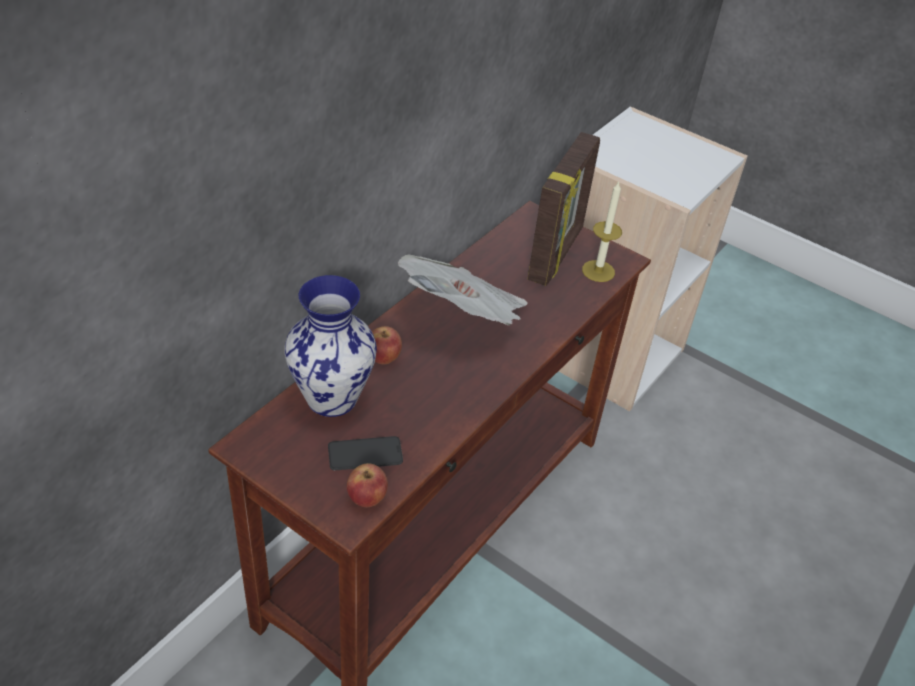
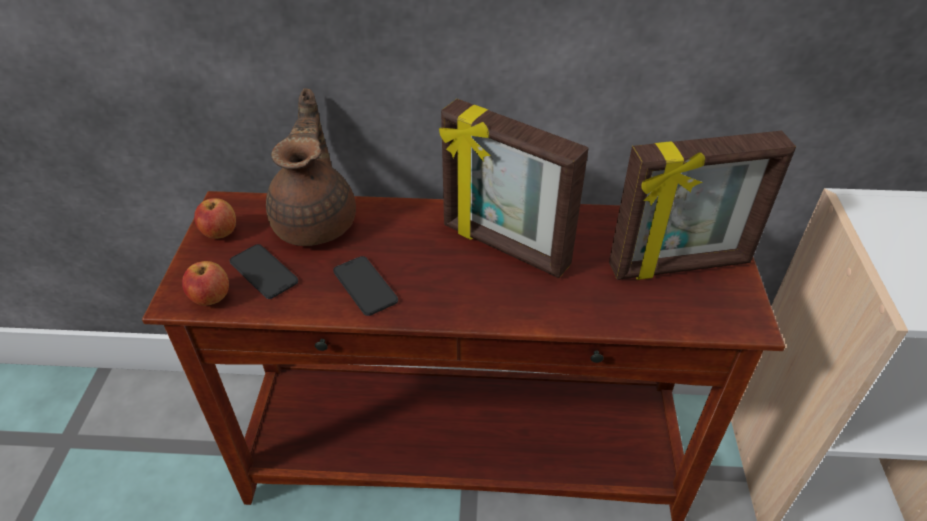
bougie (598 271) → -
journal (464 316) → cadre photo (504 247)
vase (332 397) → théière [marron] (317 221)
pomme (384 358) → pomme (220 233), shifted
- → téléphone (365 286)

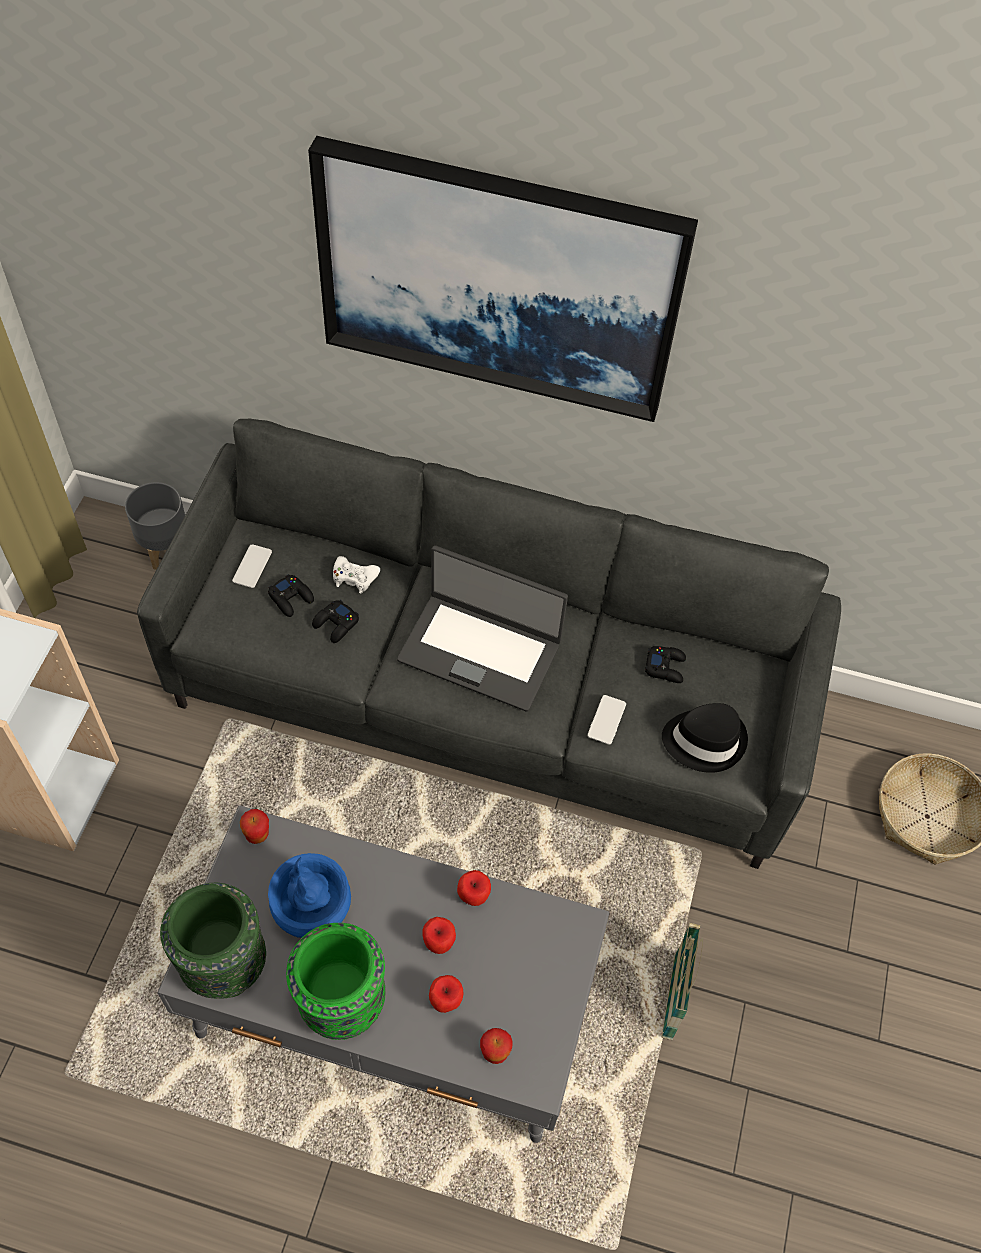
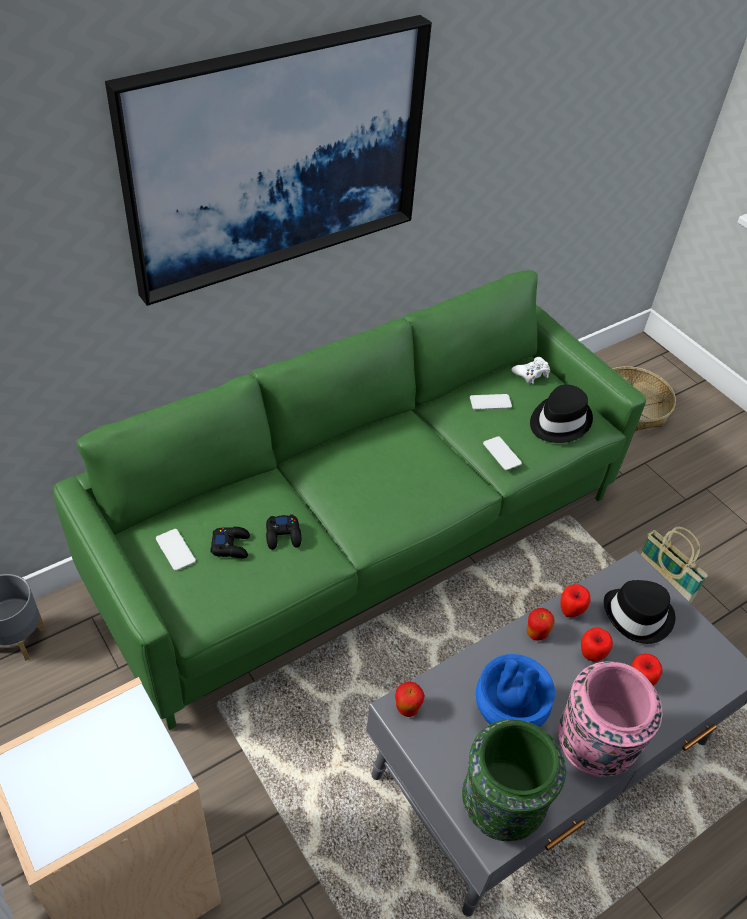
canapé [gris] (486 705) → canapé [vert] (365 543)
ordinateur portable (480 650) → -
manette [blanc] (354 578) → manette [blanc] (531 374), shifted
manette [noir] (665 667) → téléphone (490 402)
vase [vert] (341 1002) → vase [rose] (593 747)
pomme (495 1052) → pomme (536 633), shifted
- → chapeau [noir] (638 616)

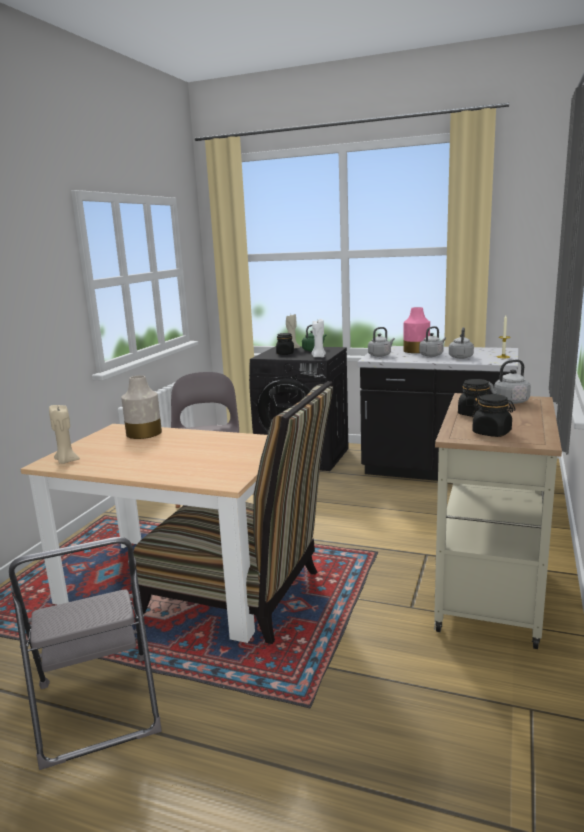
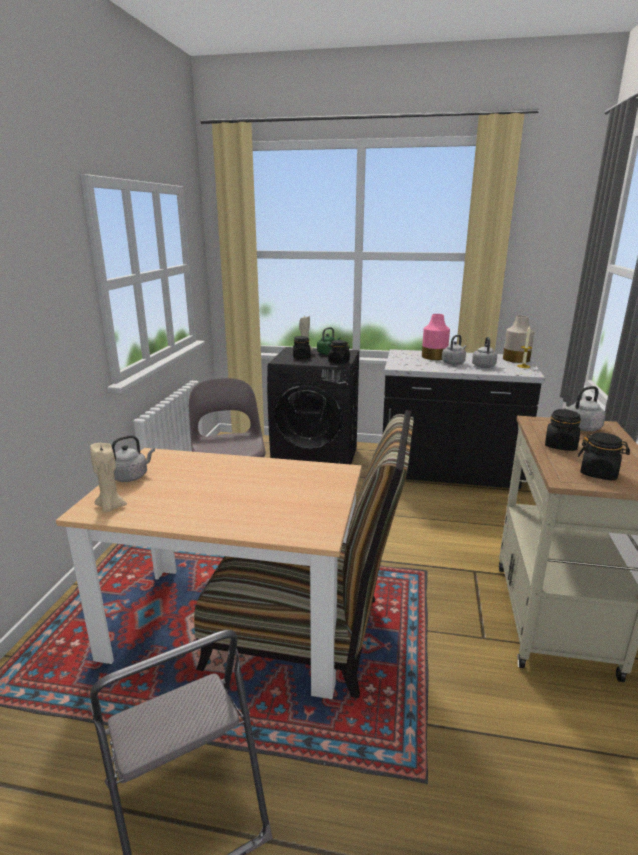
bougie [blanc] (318 356) → bocal [noir] (338 362)
bouilloire [gris] (380 355) → bouilloire [gris] (131 476), shifted
vase [beige] (144 433) → vase [beige] (516 359), shifted

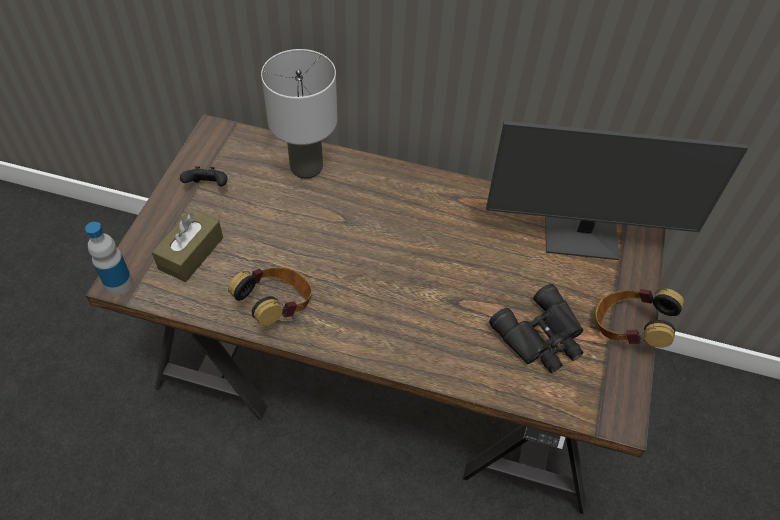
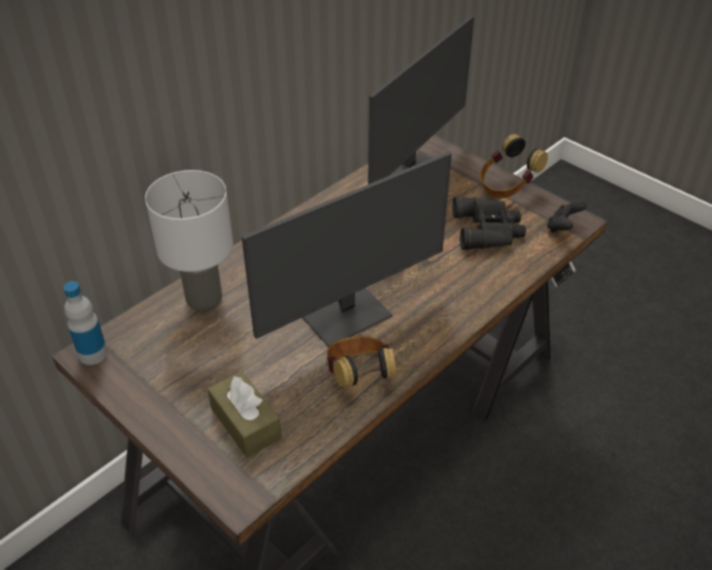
manette [noir] (208 187) → manette [noir] (562 228), shifted
bouteille (119 284) → bouteille (93 354), shifted
- → écran d'ordinateur (346 314)

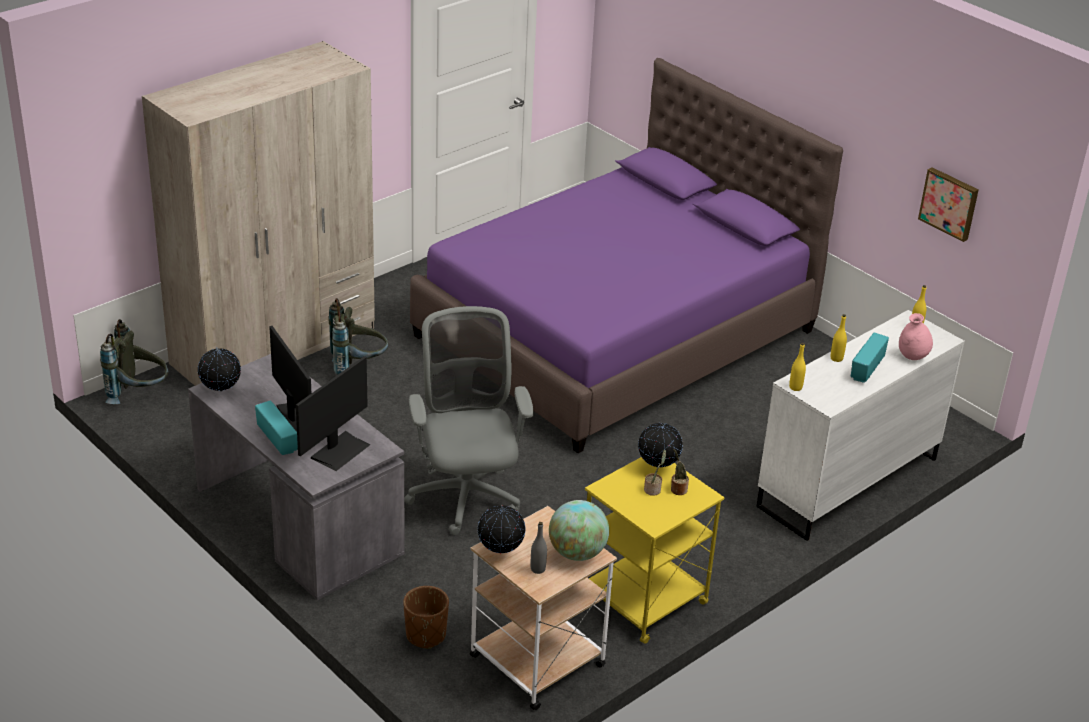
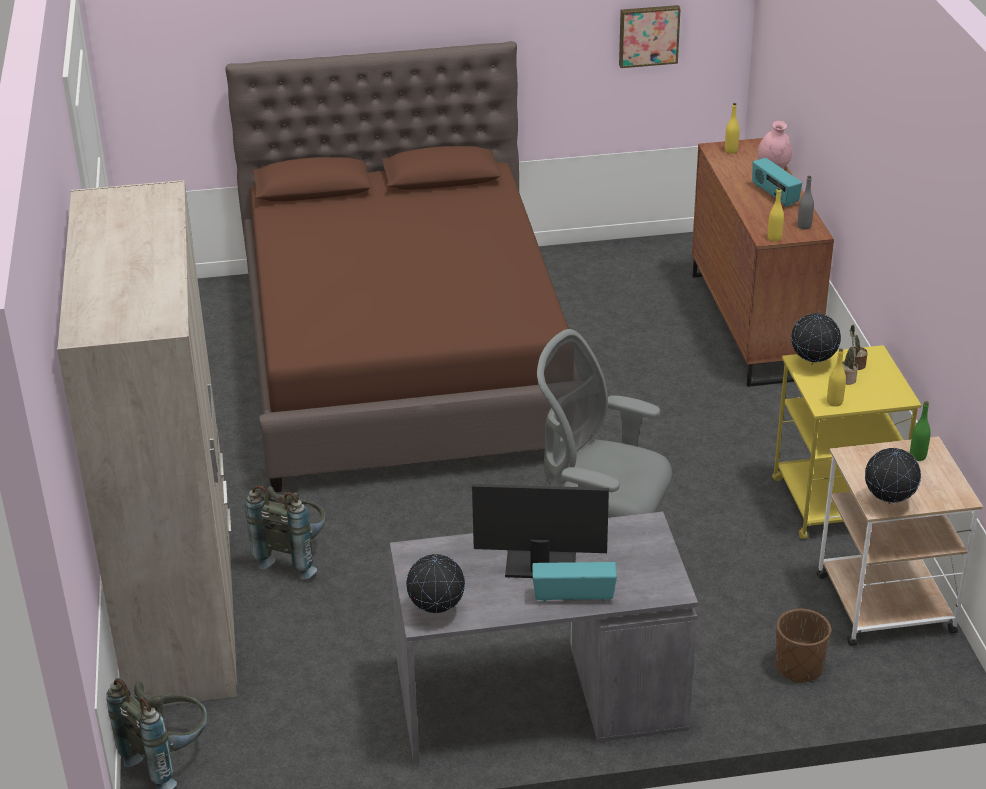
lit [violet] (615 333) → lit [marron] (405 360)
commode [blanc] (849 483) → commode [marron] (753 325)
bouteille [jaune] (836 358) → bouteille [jaune] (834 402), shifted
écran d'ordinateur (339 450) → -
globe (577 553) → bouteille [vert] (917 456)
bouteille [gris] (538 569) → bouteille [gris] (804 226), shifted

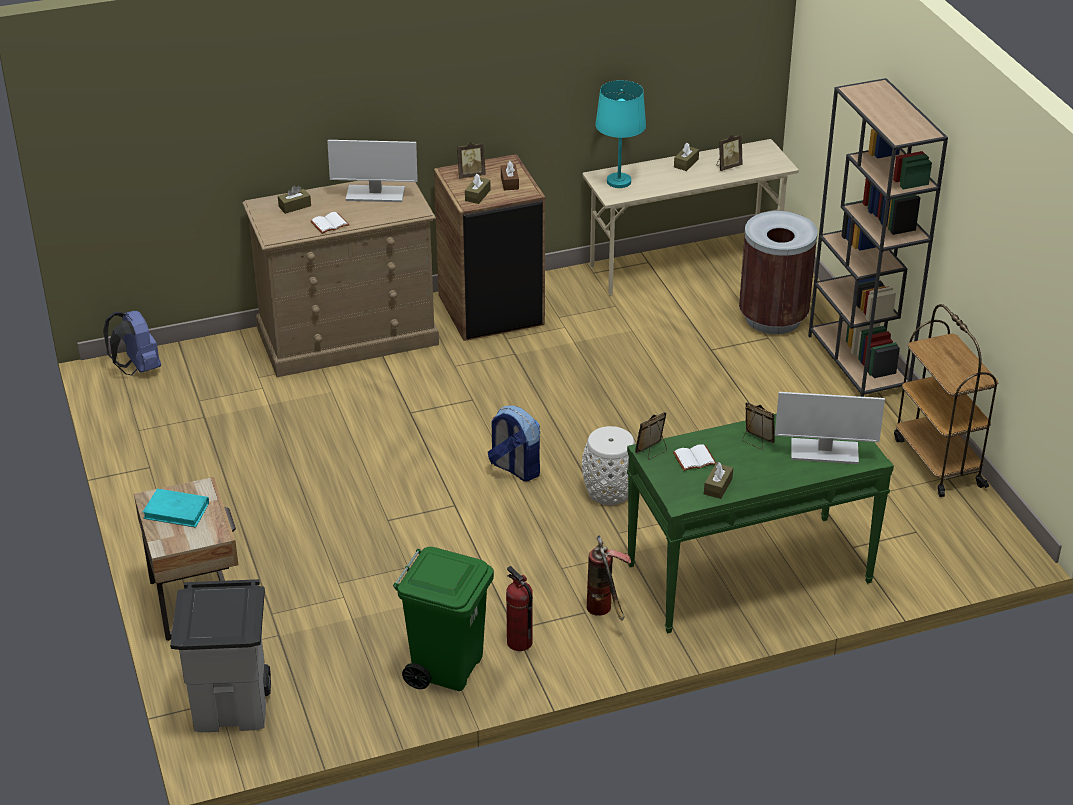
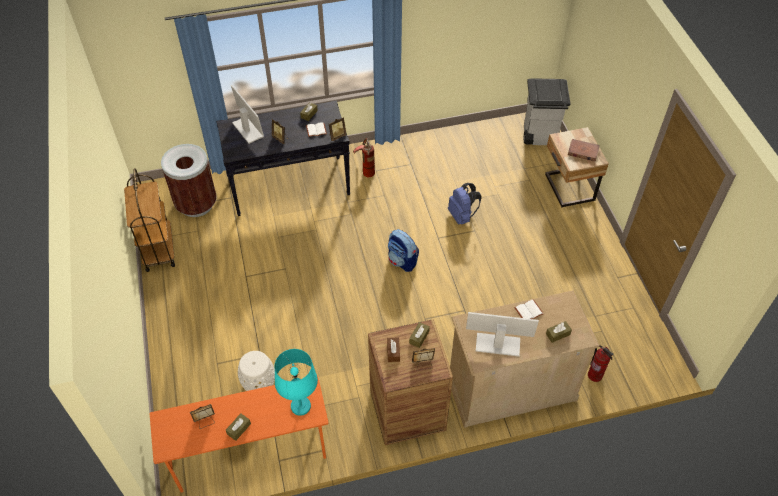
bibliothèque (859 363) → -
bureau [beige] (685 263) → bureau [orange] (250 456)
poubelle [marron] (773 318) → poubelle [marron] (196 204), shifted
sac à dos [bleu] (138 368) → sac à dos [bleu] (462 216), shifted
écran d'ordinateur (823 452) → écran d'ordinateur (248 130), 45 degrees clockwise
table console [vert] (748 574) → table console [noir] (290 185)
tabouret [blanc] (609 492) → tabouret [blanc] (259 384), shifted
livre [turquoise] (177 511) → livre [marron] (582 151)
poubelle [vert] (447 668) → -
extincteur (519 642) → extincteur (595 375), shifted

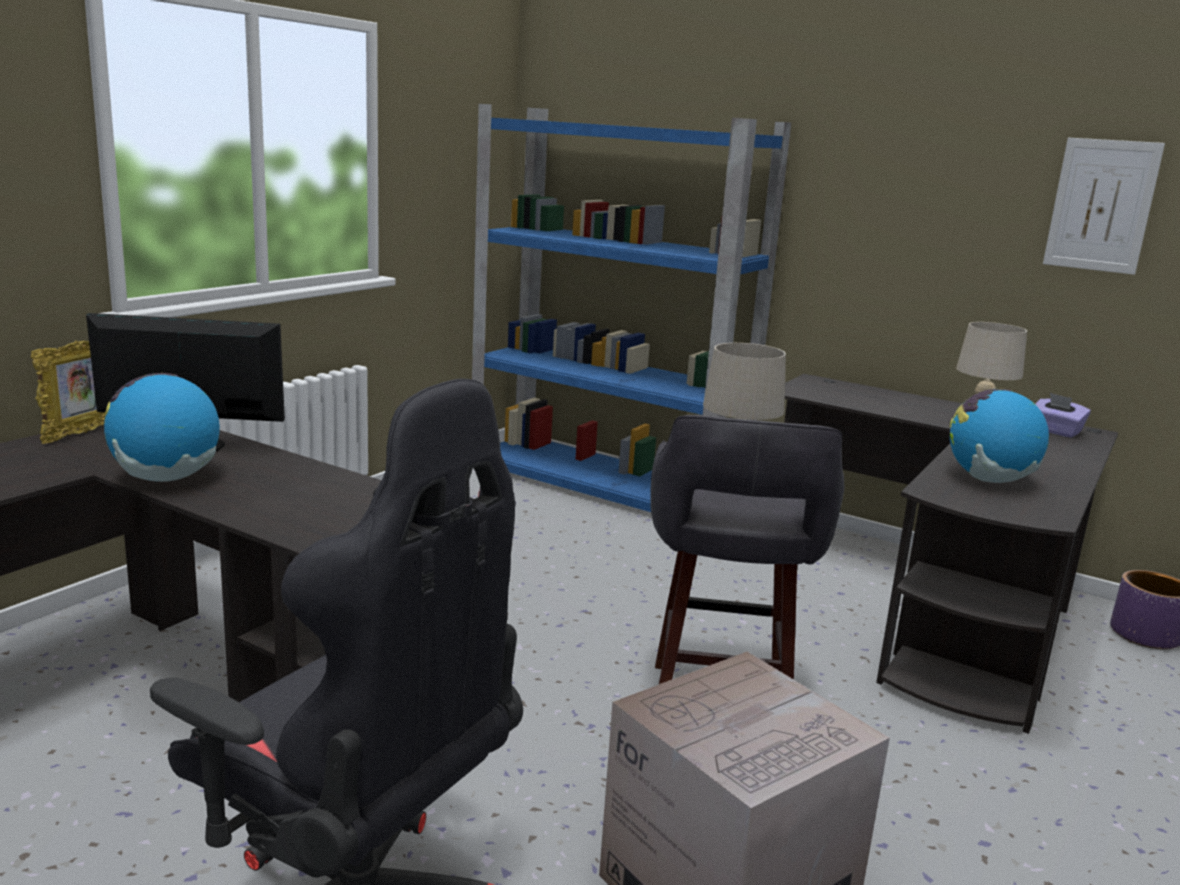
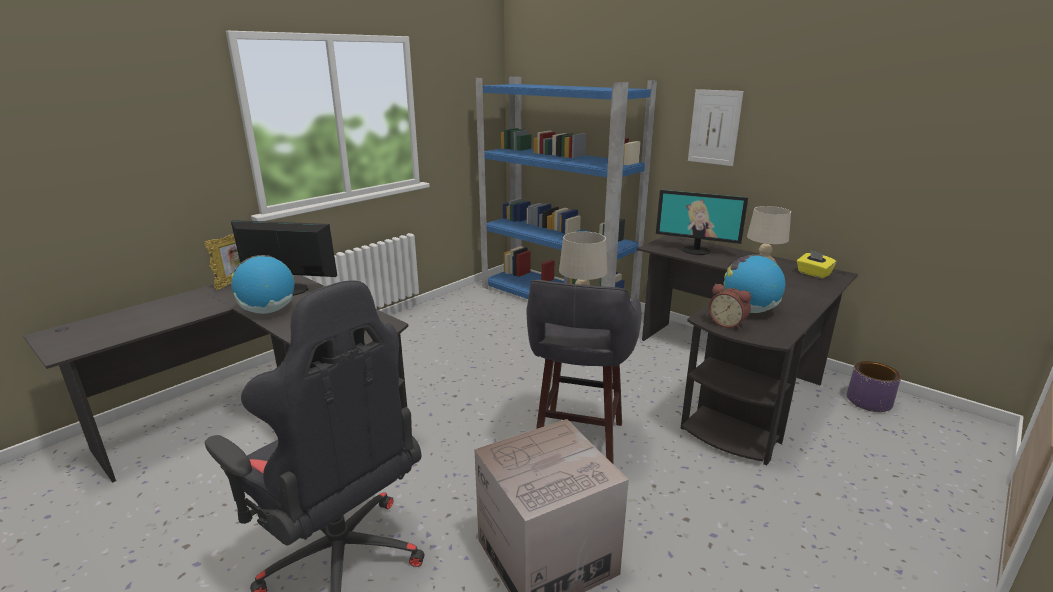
tableau (1101 205) → tableau (714 127), shifted
boîte à mouchoirs [violet] (1055 431) → boîte à mouchoirs [jaune] (813 274)
- → écran d'ordinateur (696 250)
- → réveil (727 323)

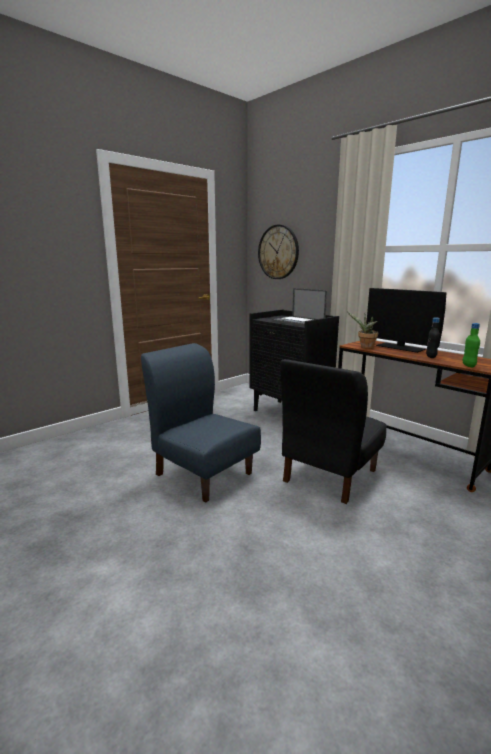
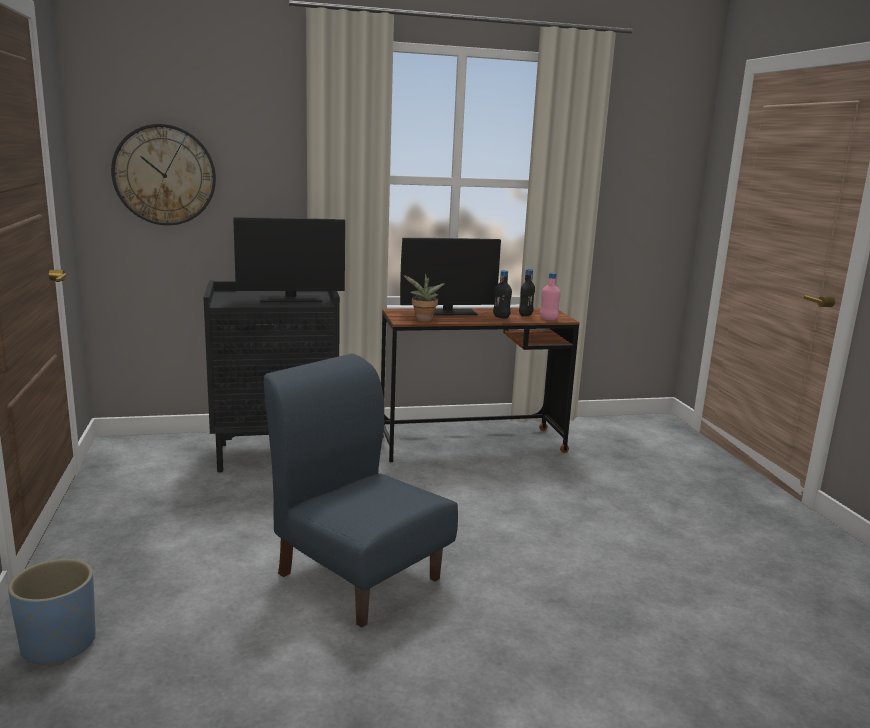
ordinateur portable (298 322) → écran d'ordinateur (291 299)
bouteille [vert] (468 365) → bouteille [rose] (548 319)
chaise [bleu] (203 473) → chaise [bleu] (359 575), 60 degrees clockwise
chaise [noir] (329 475) → -
- → bouteille [noir] (525 315)
- → cache-pot [bleu] (59 644)

